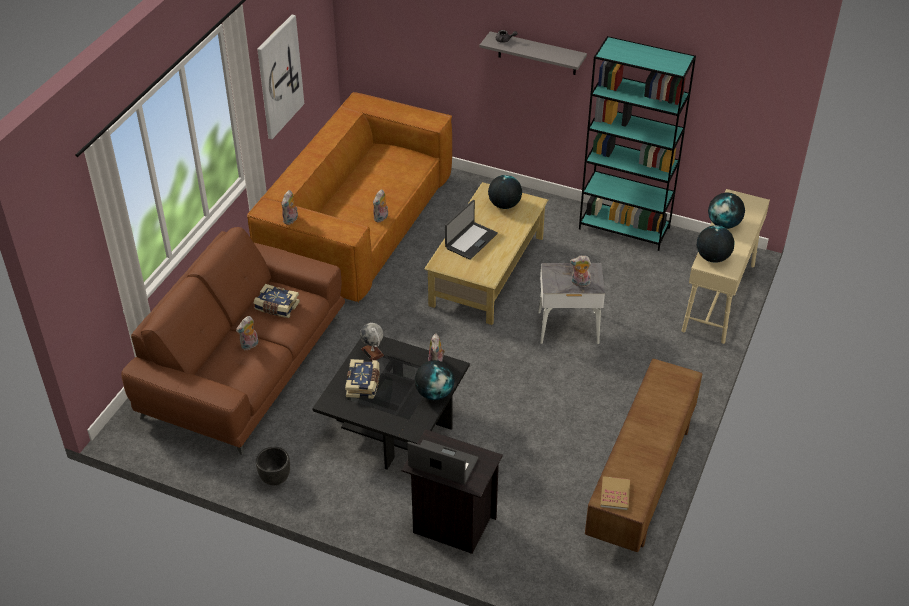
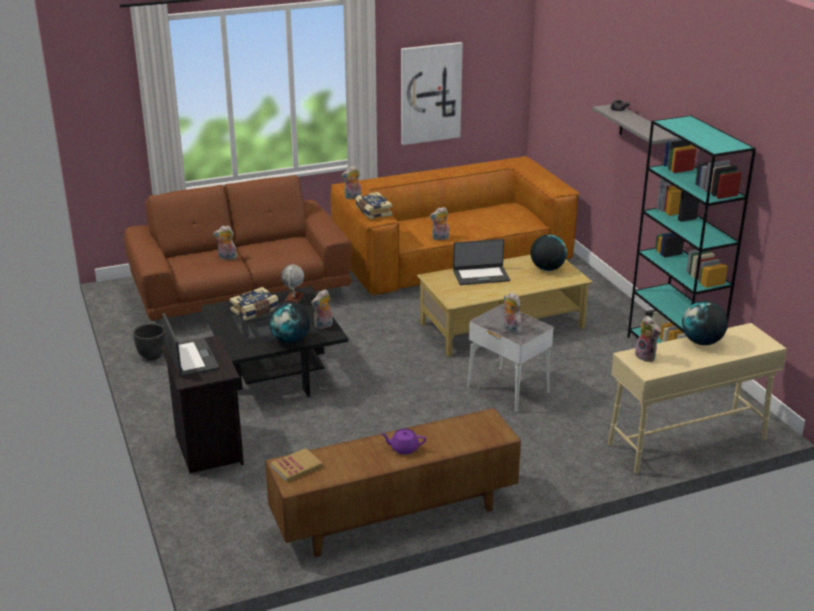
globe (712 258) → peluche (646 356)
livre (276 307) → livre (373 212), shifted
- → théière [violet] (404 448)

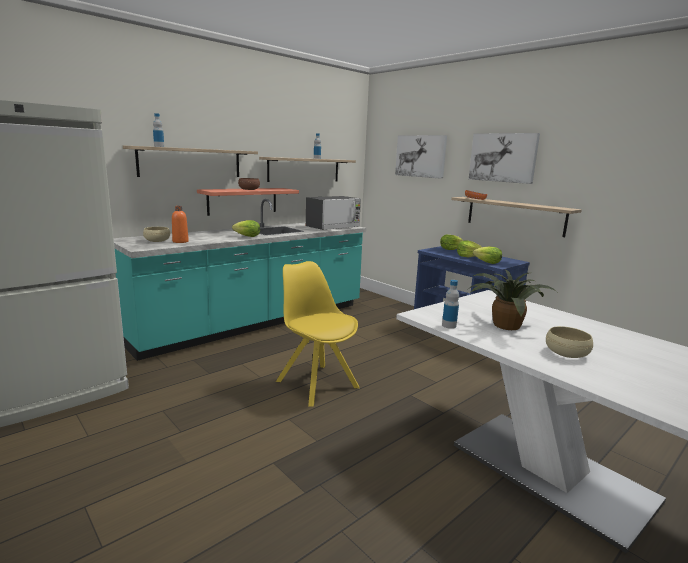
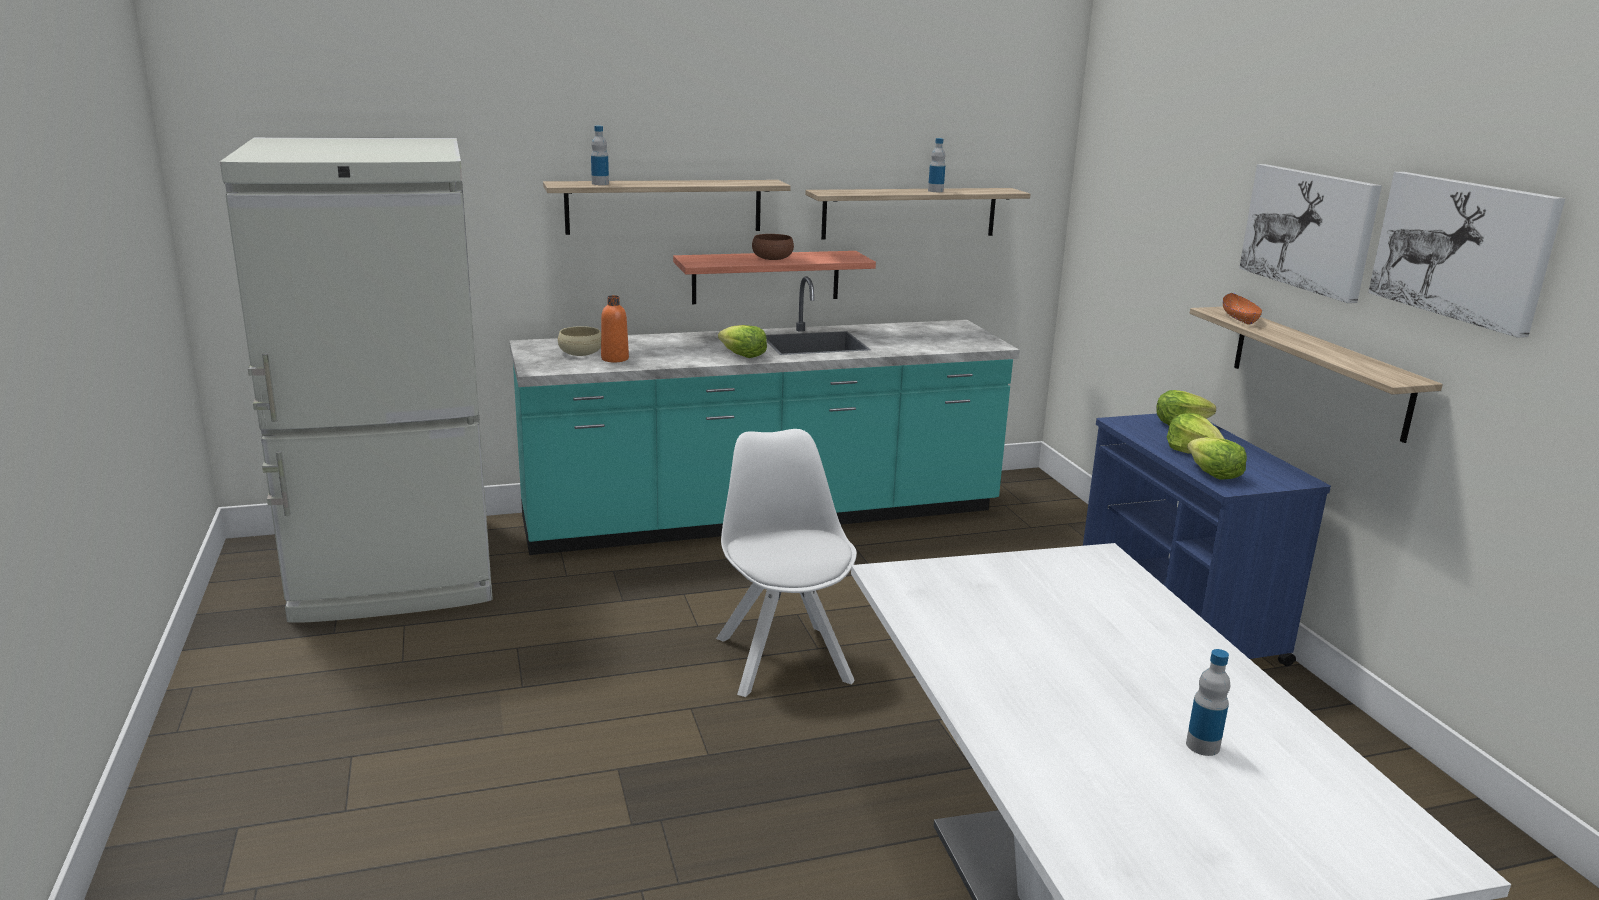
tableau (421 156) → tableau (1462 249), shifted
micro-ondes (333 227) → -
chaise [jaune] (316 383) → chaise [blanc] (783 658)
plante en pot (504 325) → -
bouteille (449 325) → bouteille (1202 746), shifted
bol [beige] (566 353) → -

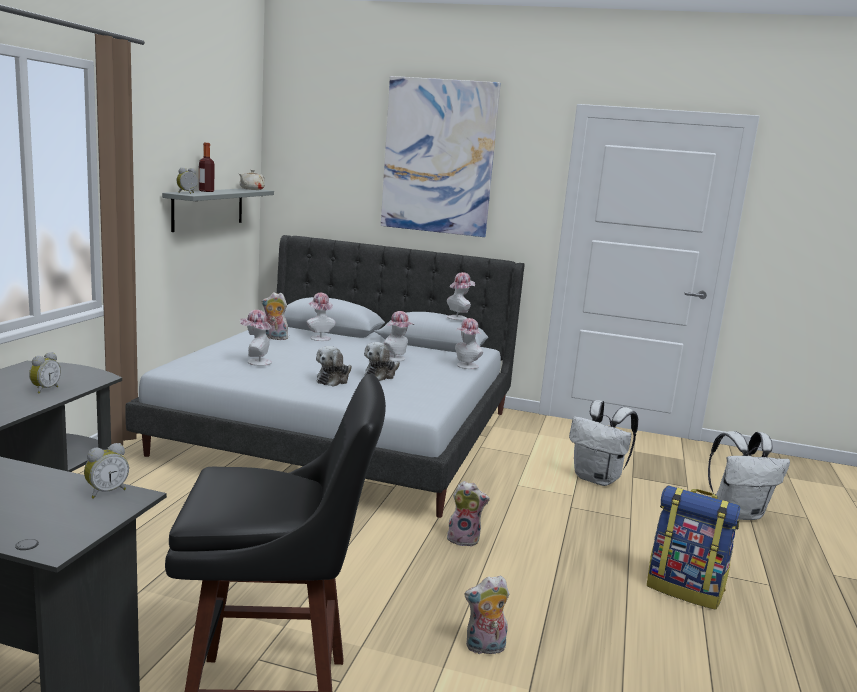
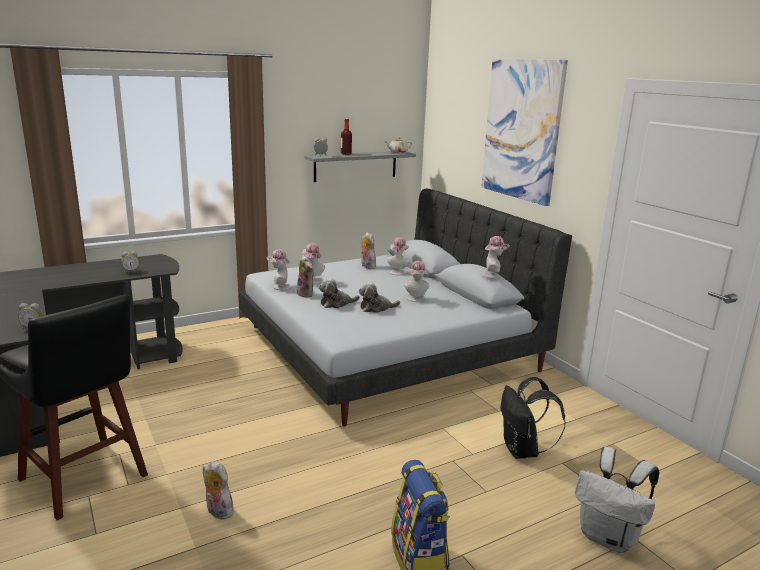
chapeau (465 366) → chapeau (279 287), shifted
sac à dos [blanc] (598 479) → sac à dos [noir] (523 451)
peluche (464 539) → peluche (306 294), shifted

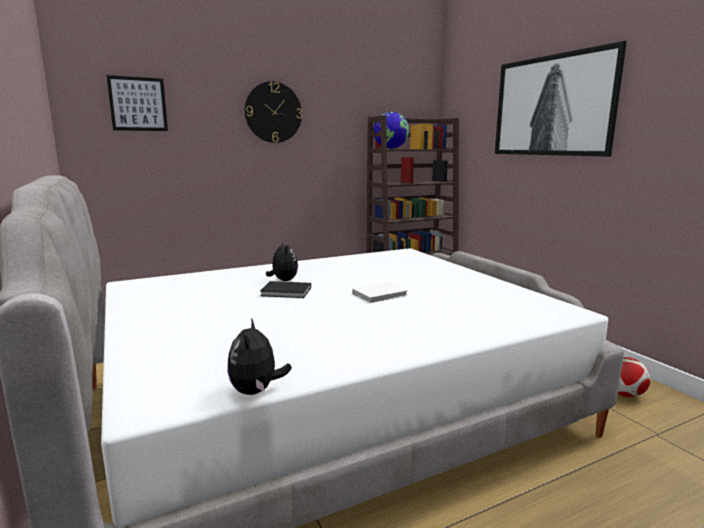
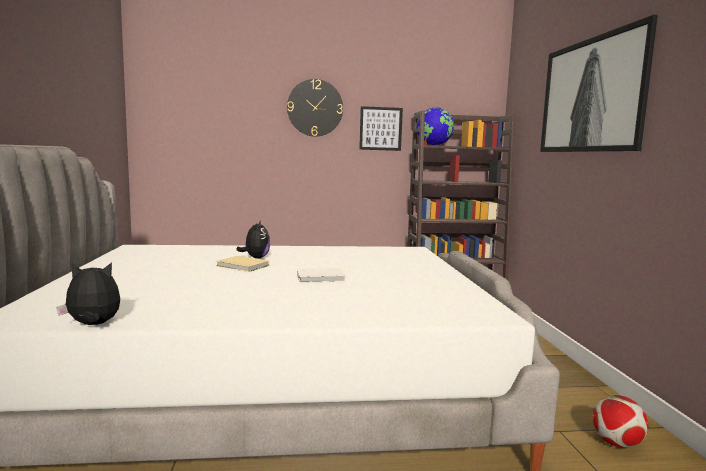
tableau (138 104) → tableau (380 128), shifted
livre [noir] (287 292) → livre [beige] (243 266)
peluche (256 391) → peluche (93 325), 60 degrees clockwise

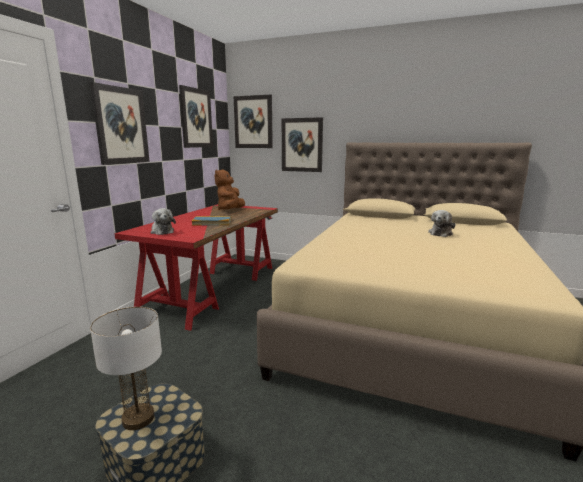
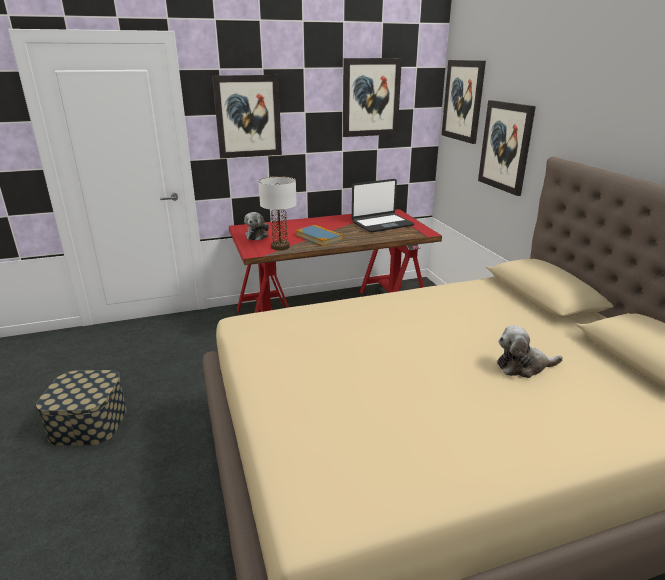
peluche [marron] (230 210) → ordinateur portable (382 224)
lampe de table (138 418) → lampe de table (280 247), shifted

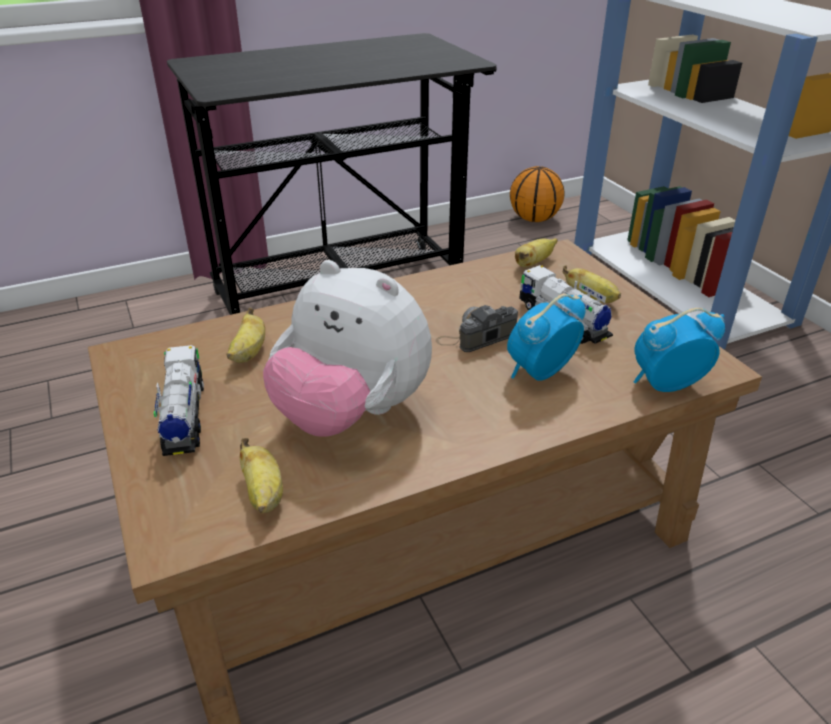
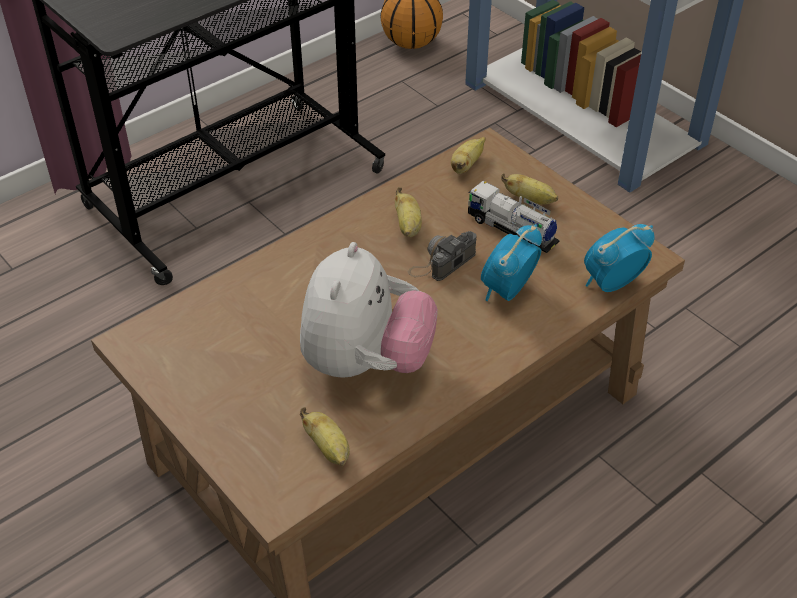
peluche (351 414) → peluche (366 362), 90 degrees counterclockwise
banane (248 353) → banane (408 226), shifted
camion jouet (184 417) → -

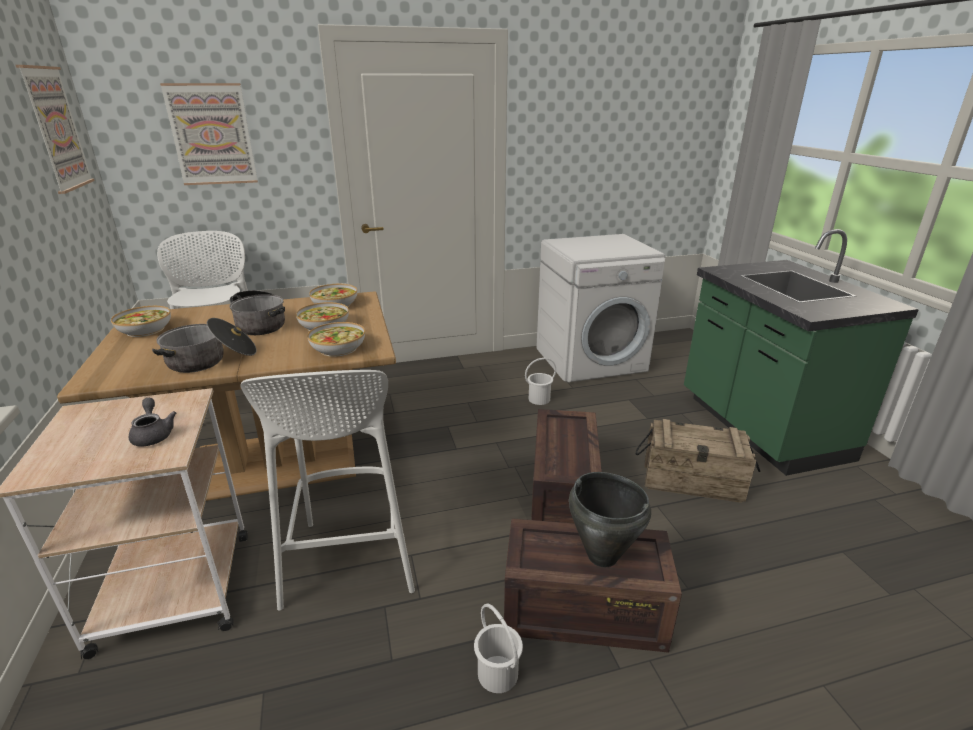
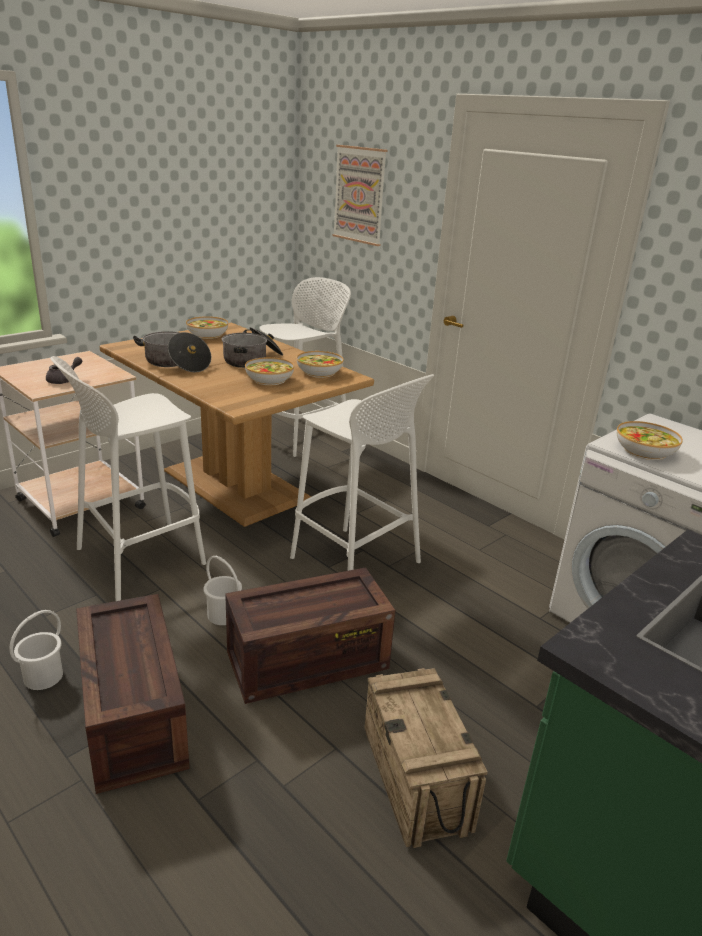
tableau (55 129) → -
bol (338 348) → bol (644 450), shifted
seau [blanc] (539 399) → seau [blanc] (223 614), shifted
marmite [noir] (602 555) → -
- → tabouret [blanc] (353 564)

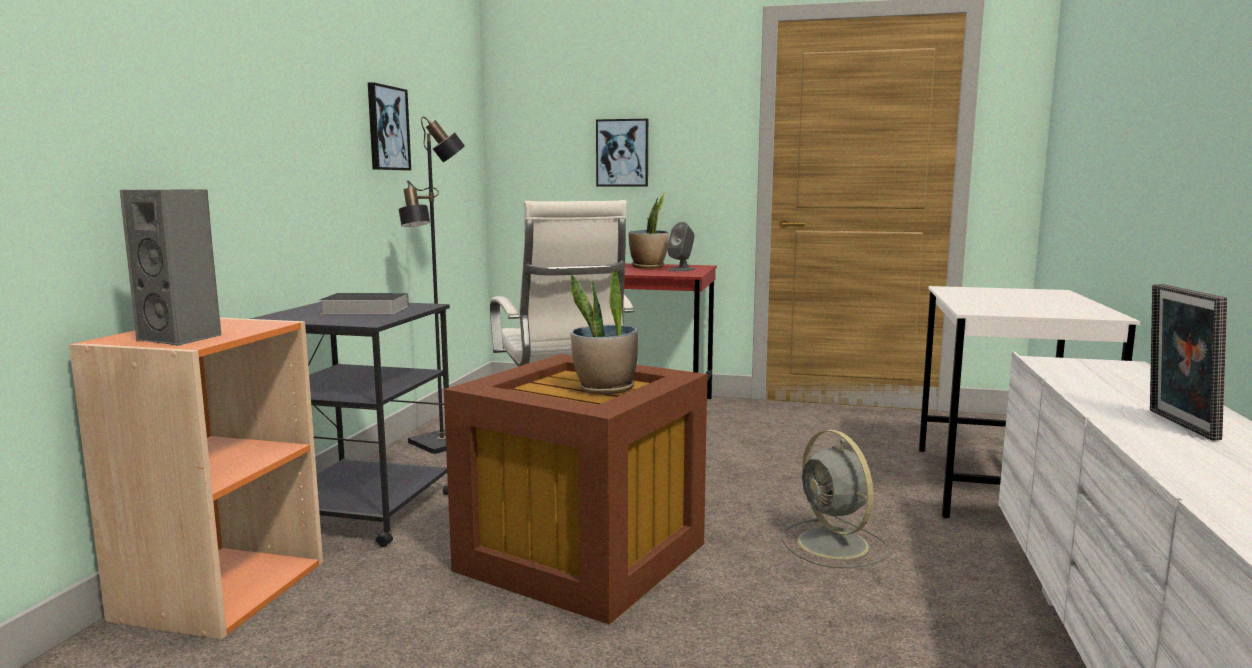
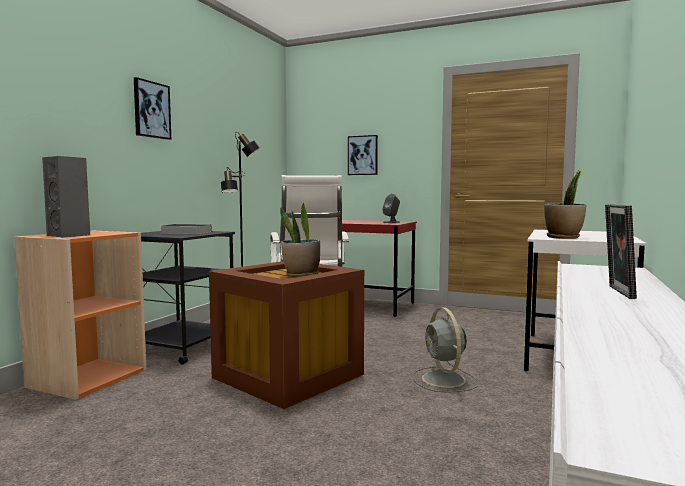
tableau (387 128) → tableau (151 110), shifted
plante en pot (648 267) → plante en pot (563 237), shifted

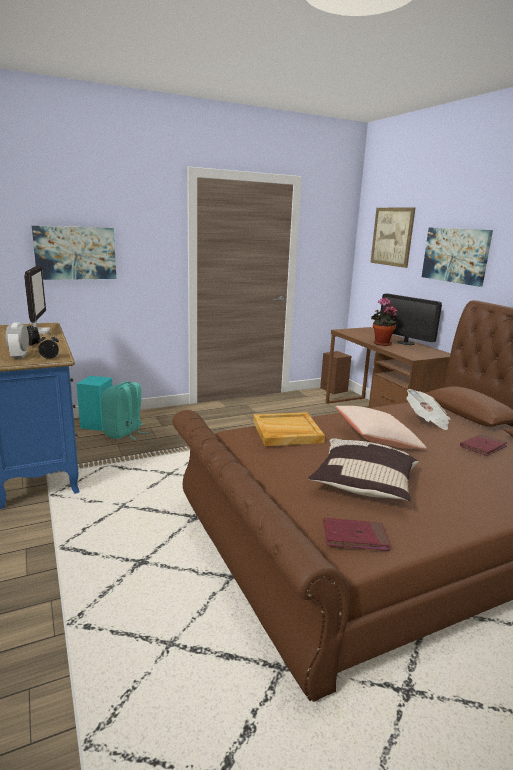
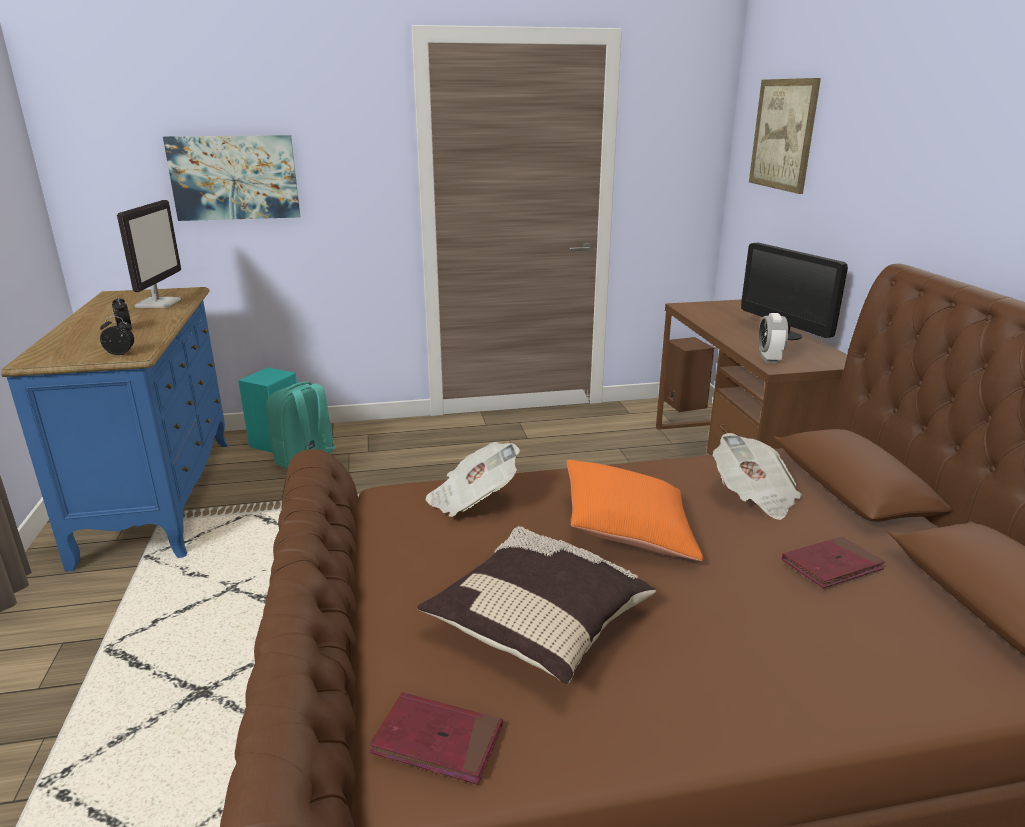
tableau (456 255) → -
plante en pot (380 344) → -
réveil (20 356) → réveil (769 358), shifted
coussin [beige] (377 439) → coussin [orange] (628 529)
plateau [beige] (286 432) → journal (472 499)

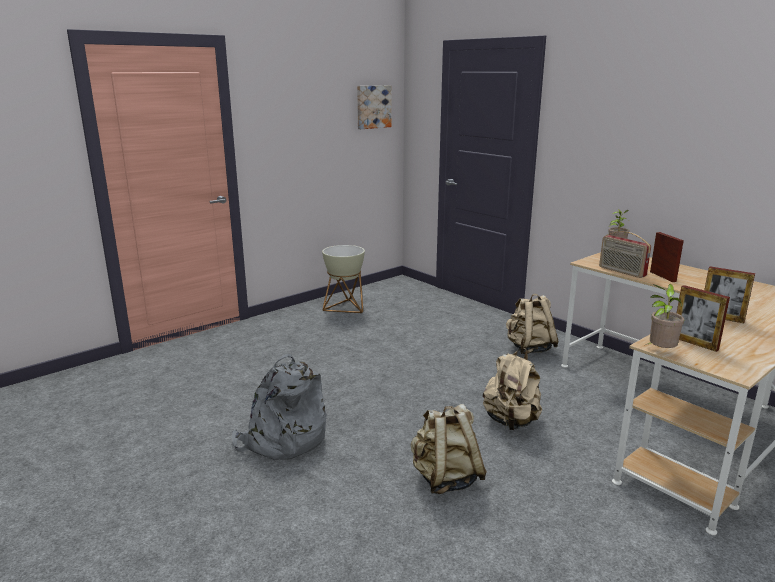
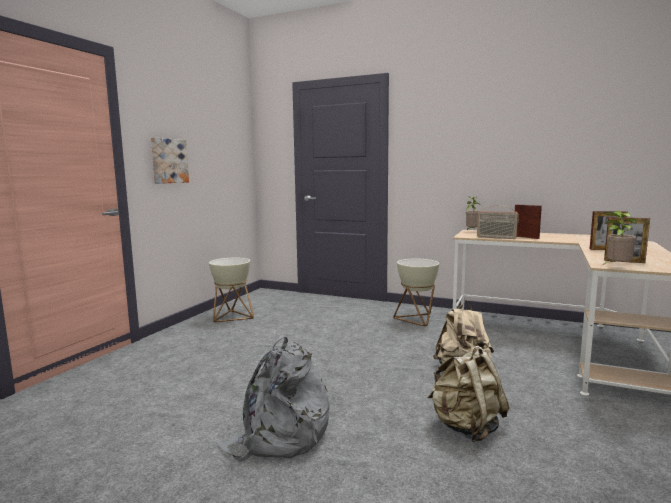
tableau (373 106) → tableau (168 161), shifted
sac à dos [beige] (529 348) → cache-pot (416 320)

